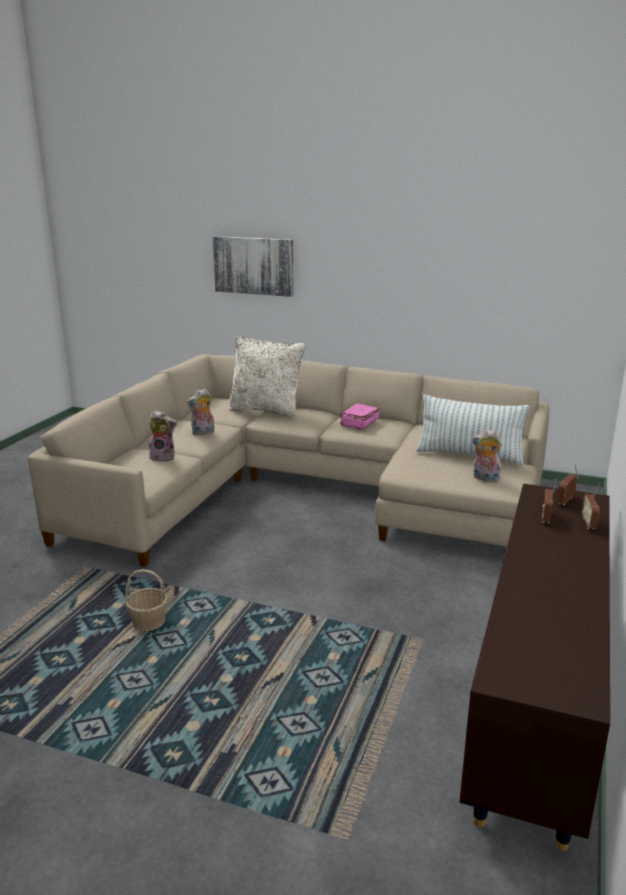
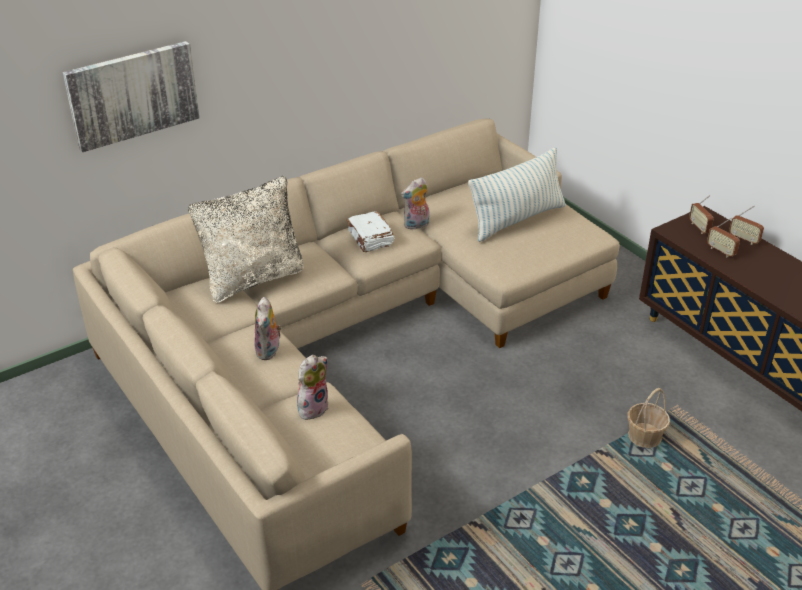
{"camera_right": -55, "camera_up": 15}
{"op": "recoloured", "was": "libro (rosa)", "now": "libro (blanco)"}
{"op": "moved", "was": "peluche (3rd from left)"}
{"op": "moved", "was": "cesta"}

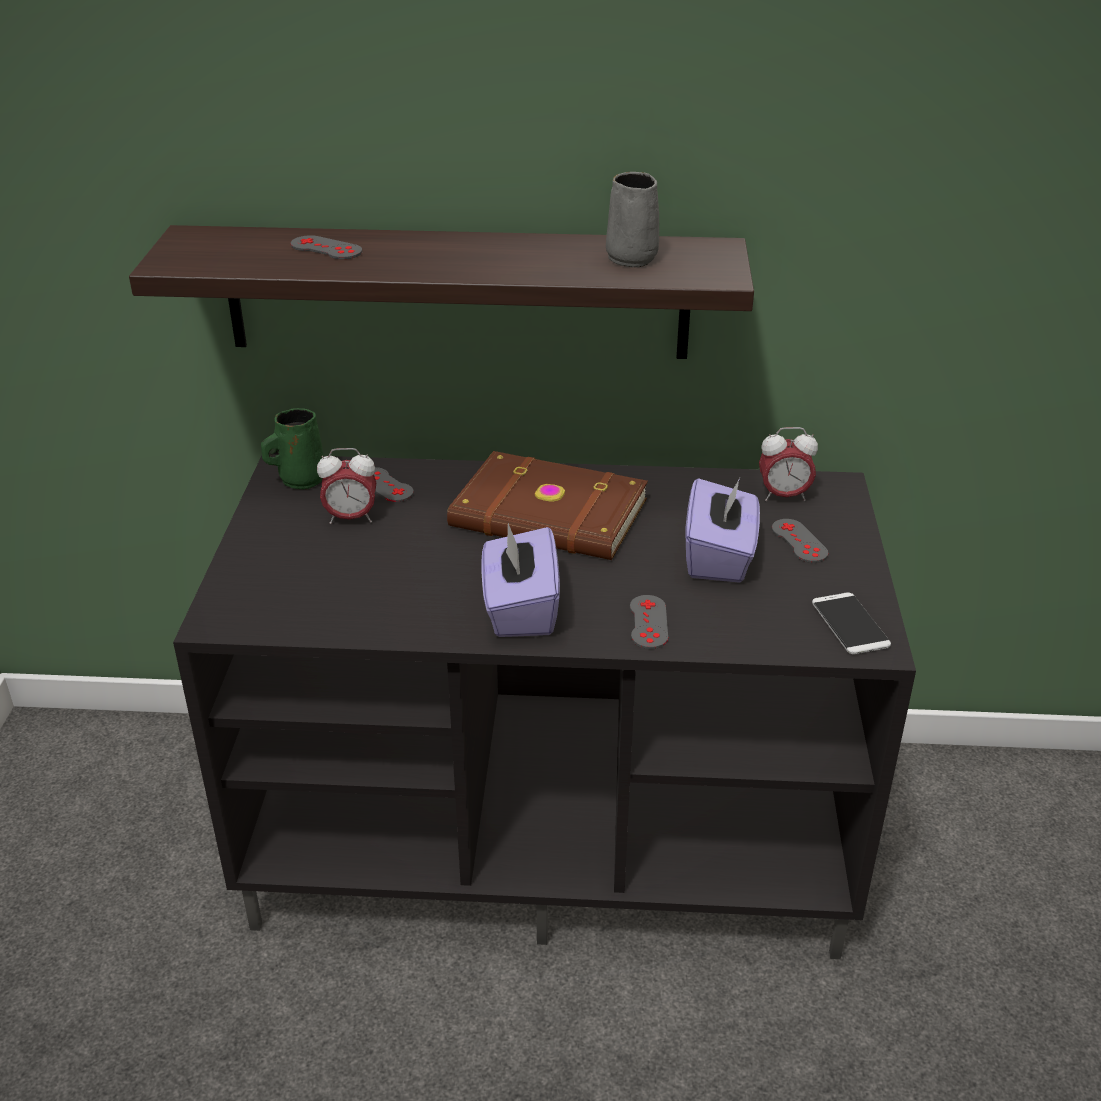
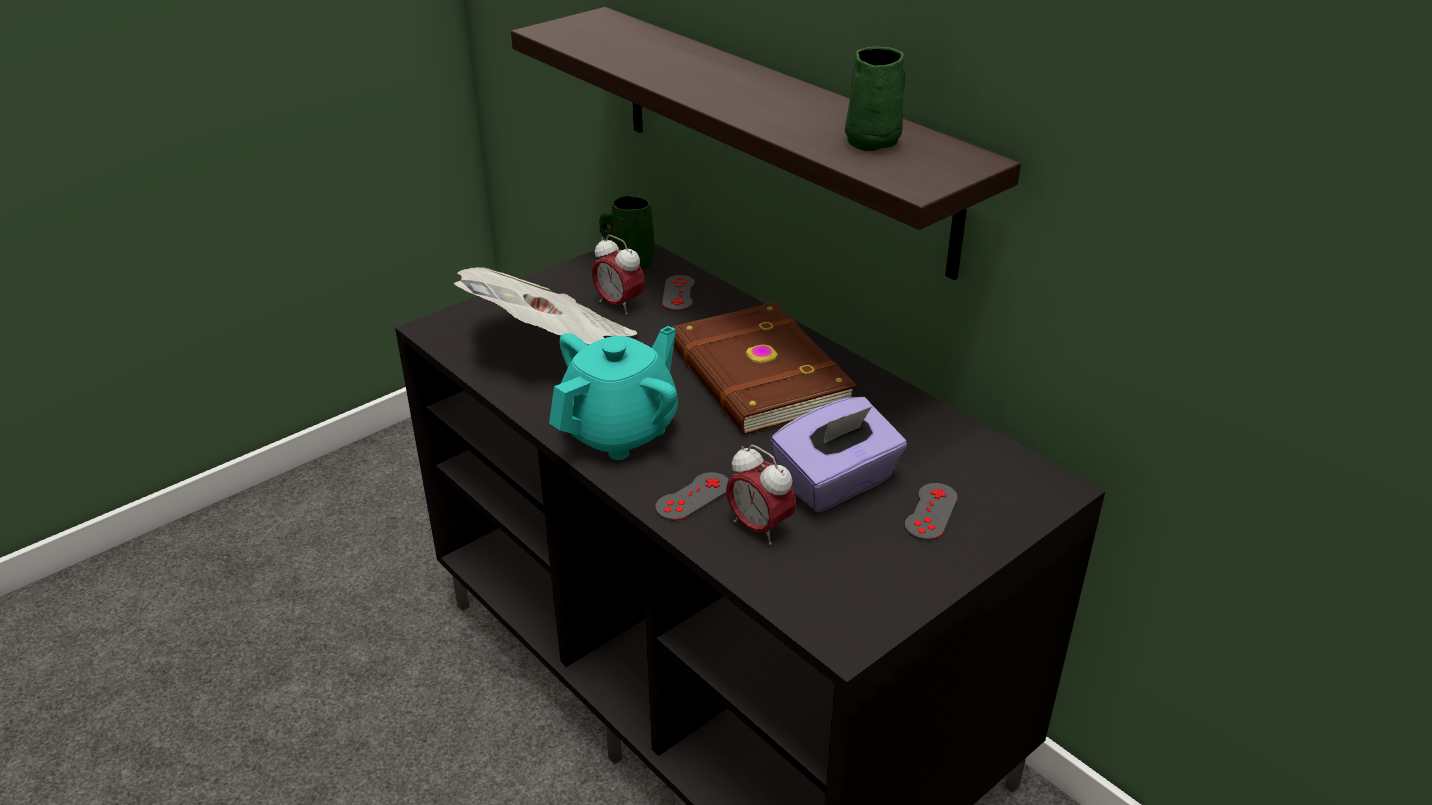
{"camera_right": 45, "camera_up": 0}
{"op": "recoloured", "was": "taza grande (gris)", "now": "taza grande (verde) (2nd from left)"}
{"op": "removed", "was": "mando de consola (gris) (1st from left)"}
{"op": "moved", "was": "despertador (2nd from left)"}
{"op": "replaced", "was": "caja de pañuelos (morado) (1st from left)", "now": "tetera (turquesa)"}
{"op": "removed", "was": "móvil"}
{"op": "added", "now": "periódico"}

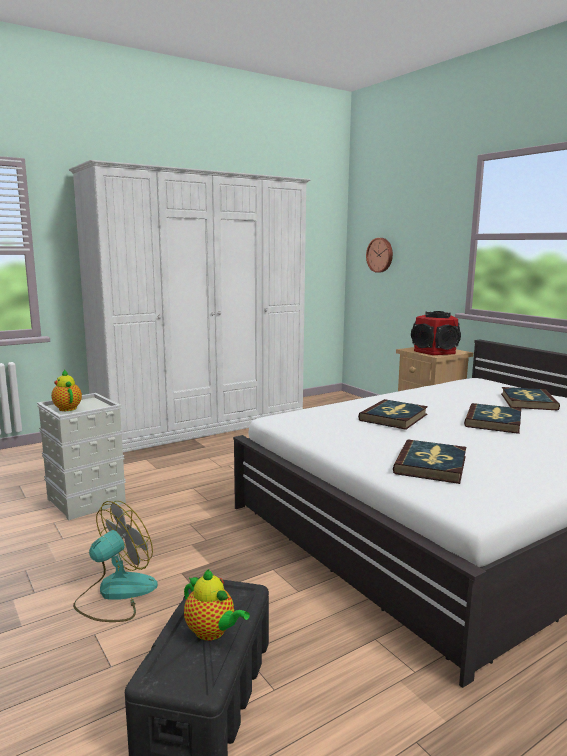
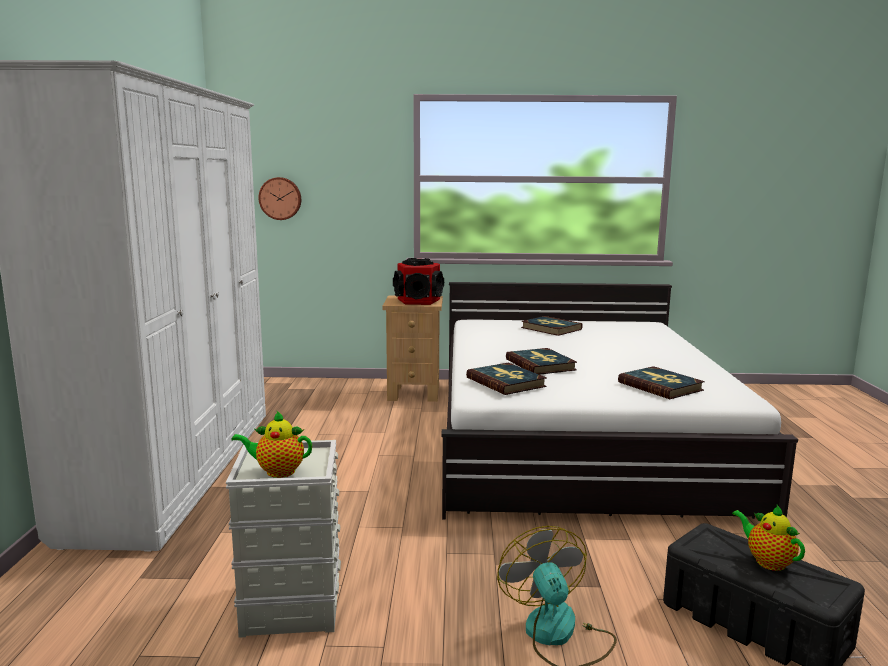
{"camera_right": -55, "camera_up": 0}
{"op": "moved", "was": "libro (3rd from left in the first image)", "now": "libro (1st from left)"}
{"op": "turned", "was": "tetera (2nd from left)", "clockwise": -105}

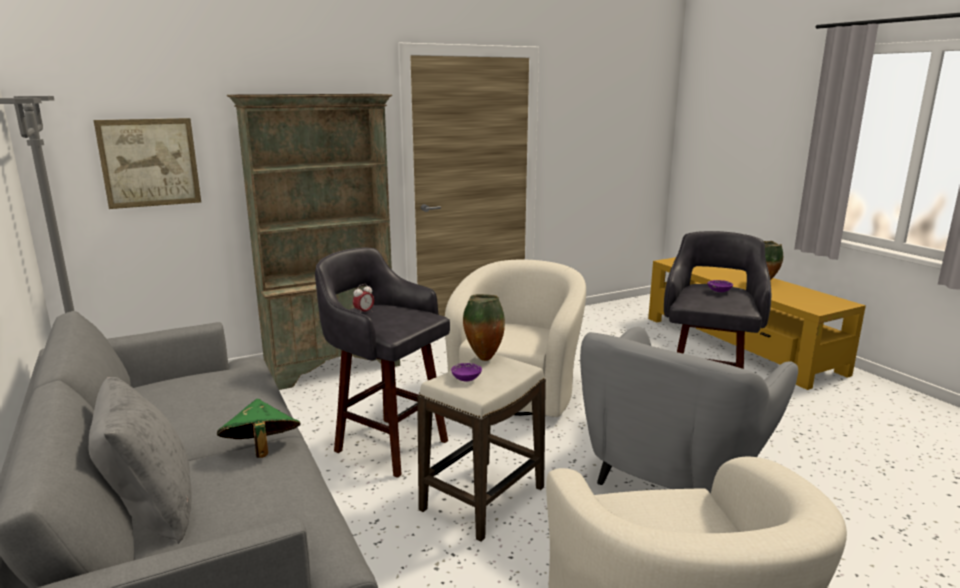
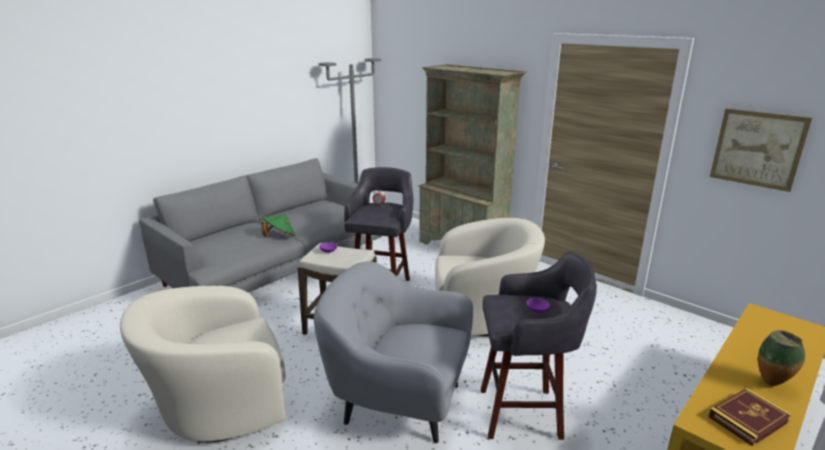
{"camera_right": 70, "camera_up": 5}
{"op": "moved", "was": "cuadro"}
{"op": "removed", "was": "florero (1st from left)"}
{"op": "removed", "was": "cojín (gris)"}
{"op": "added", "now": "libro"}

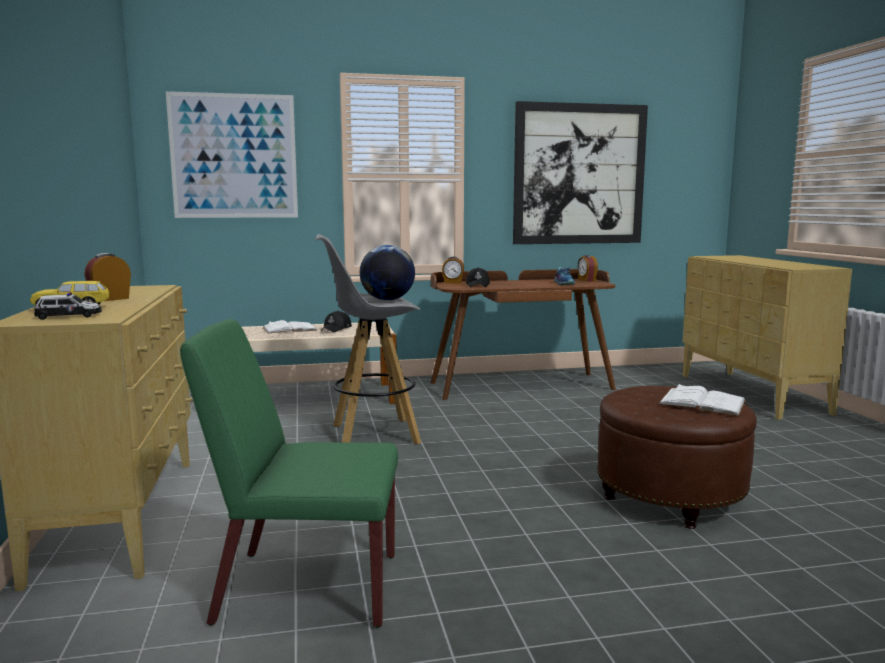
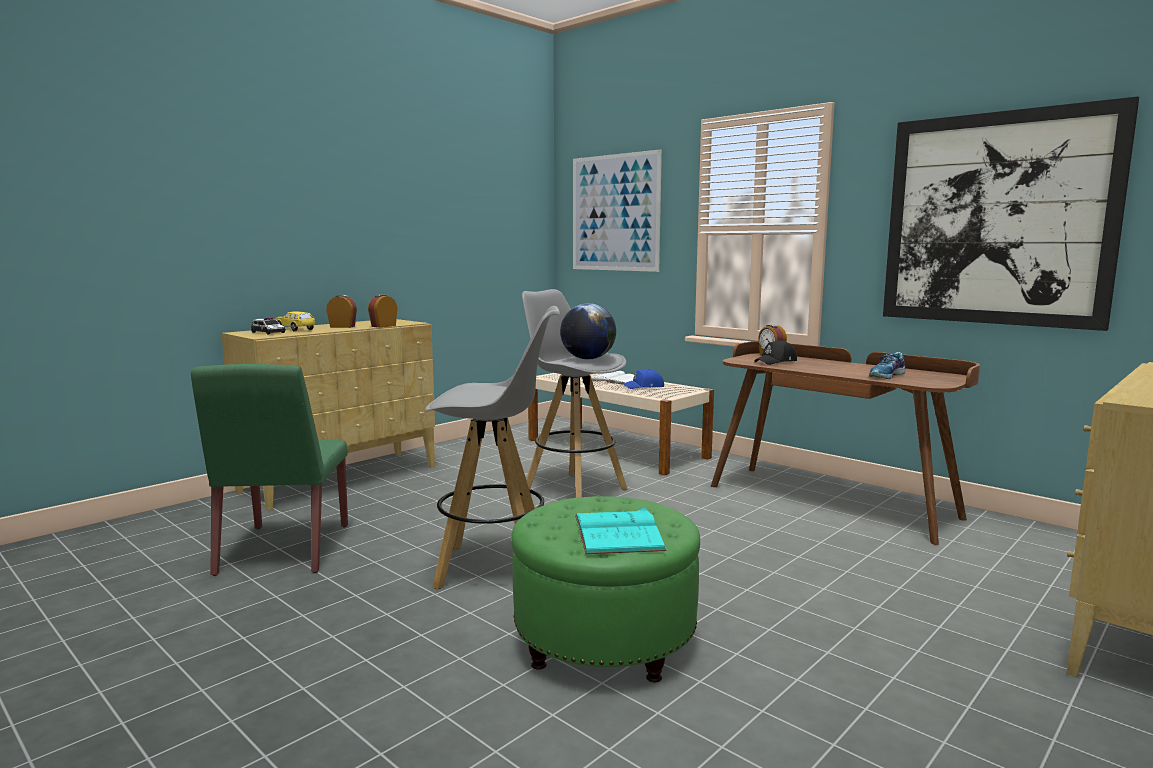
{"camera_right": 55, "camera_up": 0}
{"op": "moved", "was": "despertador (3rd from left in the first image)", "now": "despertador (2nd from left)"}
{"op": "recoloured", "was": "gorra (negro) (1st from left)", "now": "gorra (azul)"}
{"op": "turned", "was": "silla (verde)", "clockwise": -150}
{"op": "recoloured", "was": "libro (blanco) (2nd from left)", "now": "libro (turquesa)"}
{"op": "recoloured", "was": "puf (marrón)", "now": "puf (verde)"}
{"op": "added", "now": "taburete (gris) (1st from left)"}

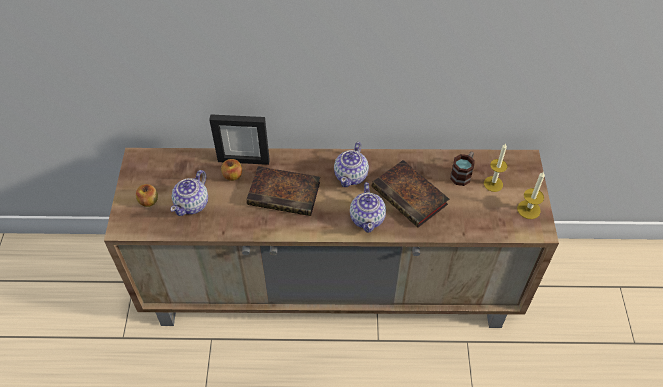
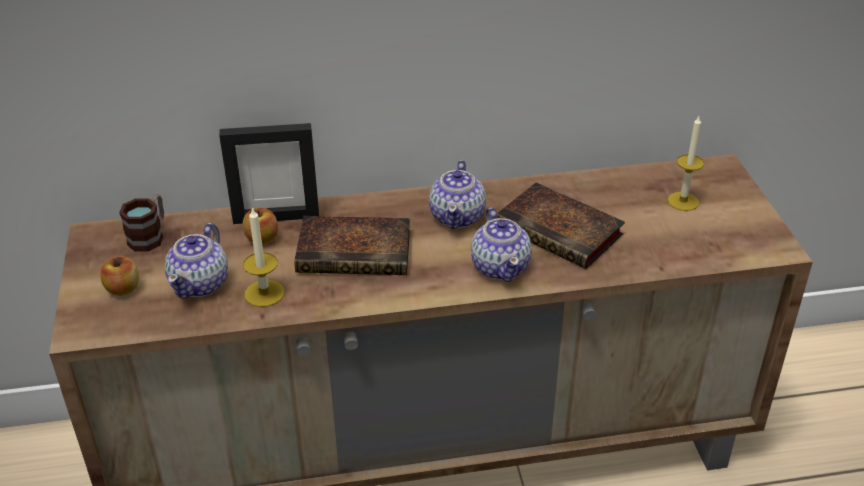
{"camera_right": -10, "camera_up": -15}
{"op": "moved", "was": "taza grande"}
{"op": "moved", "was": "vela (2nd from left in the first image)", "now": "vela (1st from left)"}

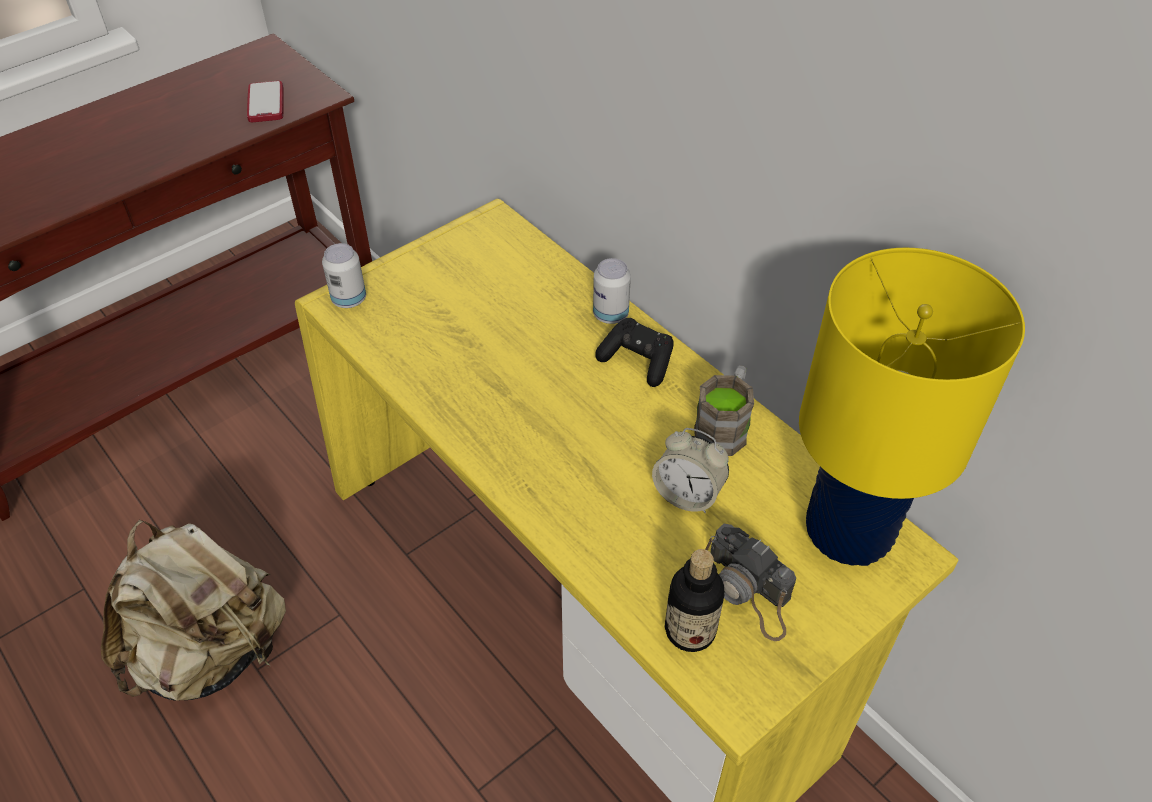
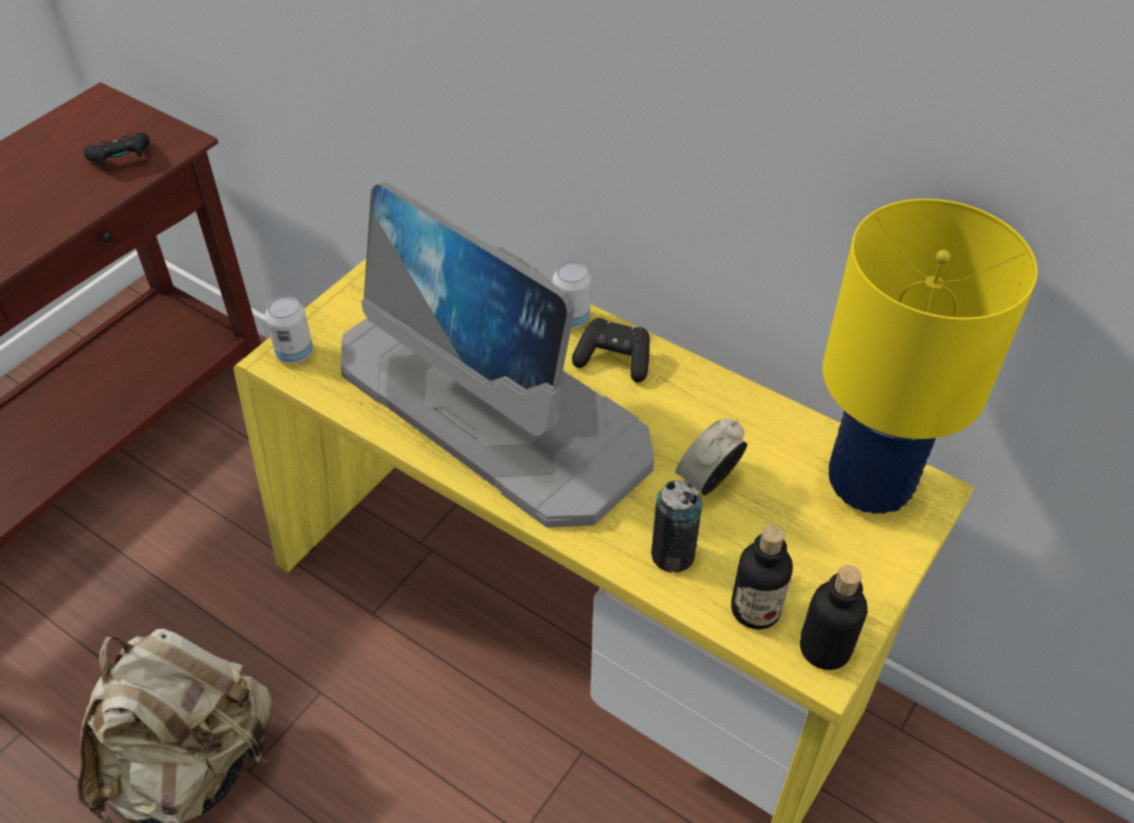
{"camera_right": -15, "camera_up": 0}
{"op": "replaced", "was": "móvil", "now": "mando de consola (negro) (1st from left)"}
{"op": "removed", "was": "taza grande (marrón)"}
{"op": "turned", "was": "despertador", "clockwise": 120}
{"op": "removed", "was": "cámara"}
{"op": "added", "now": "monitor"}
{"op": "added", "now": "lata (3rd from left)"}
{"op": "added", "now": "botella (2nd from left)"}

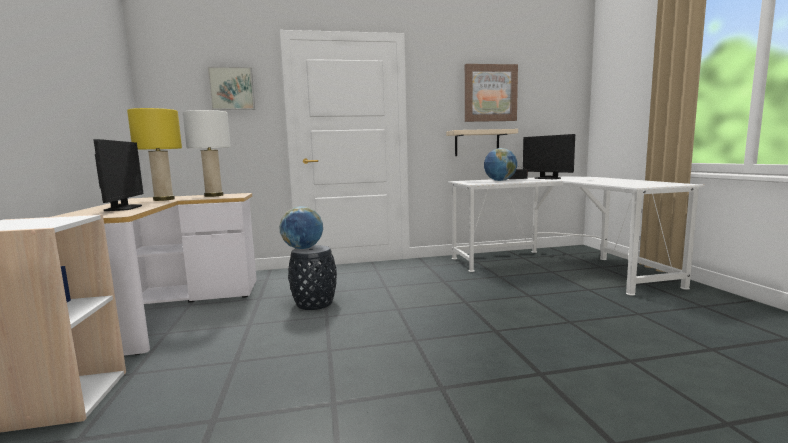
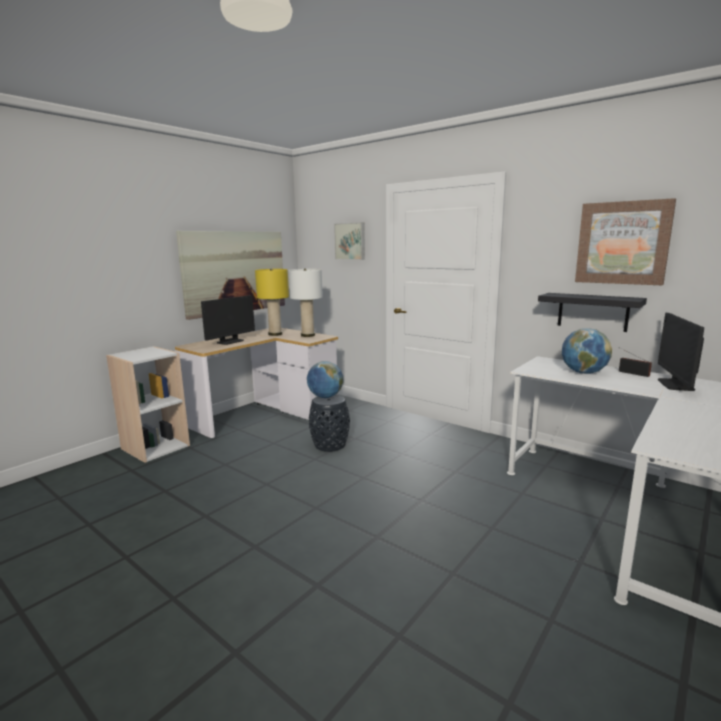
{"camera_right": 50, "camera_up": 5}
{"op": "recoloured", "was": "estante (beis)", "now": "estante (negro)"}
{"op": "added", "now": "cuadro (1st from left)"}

